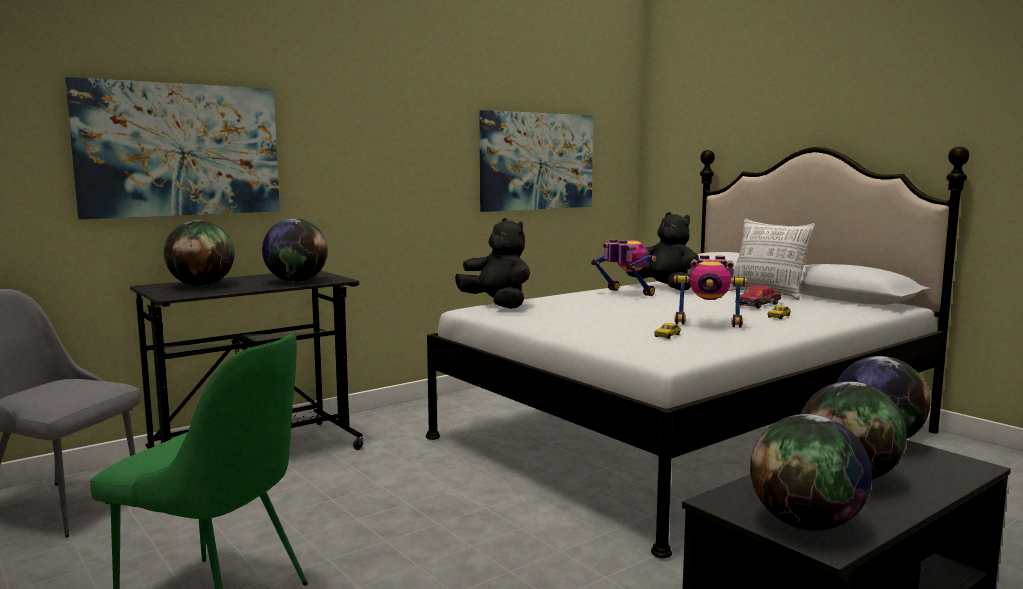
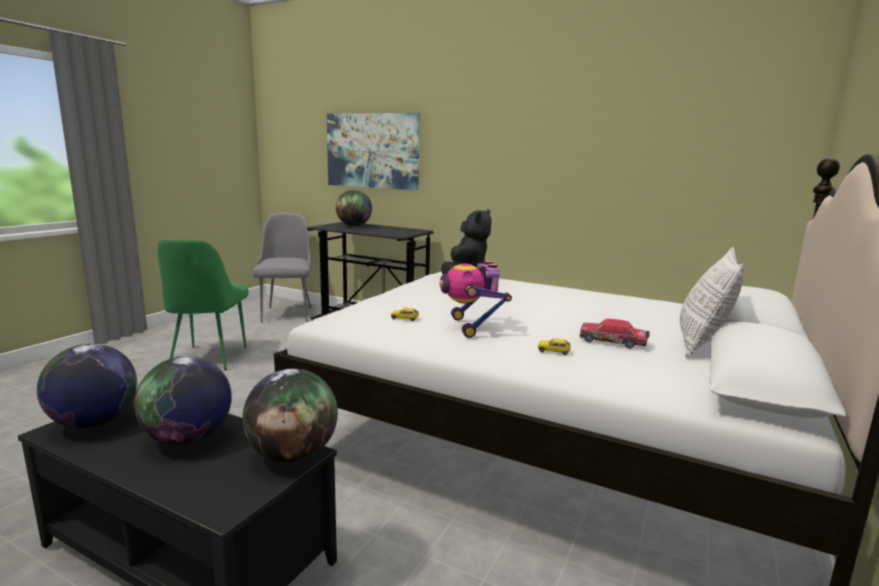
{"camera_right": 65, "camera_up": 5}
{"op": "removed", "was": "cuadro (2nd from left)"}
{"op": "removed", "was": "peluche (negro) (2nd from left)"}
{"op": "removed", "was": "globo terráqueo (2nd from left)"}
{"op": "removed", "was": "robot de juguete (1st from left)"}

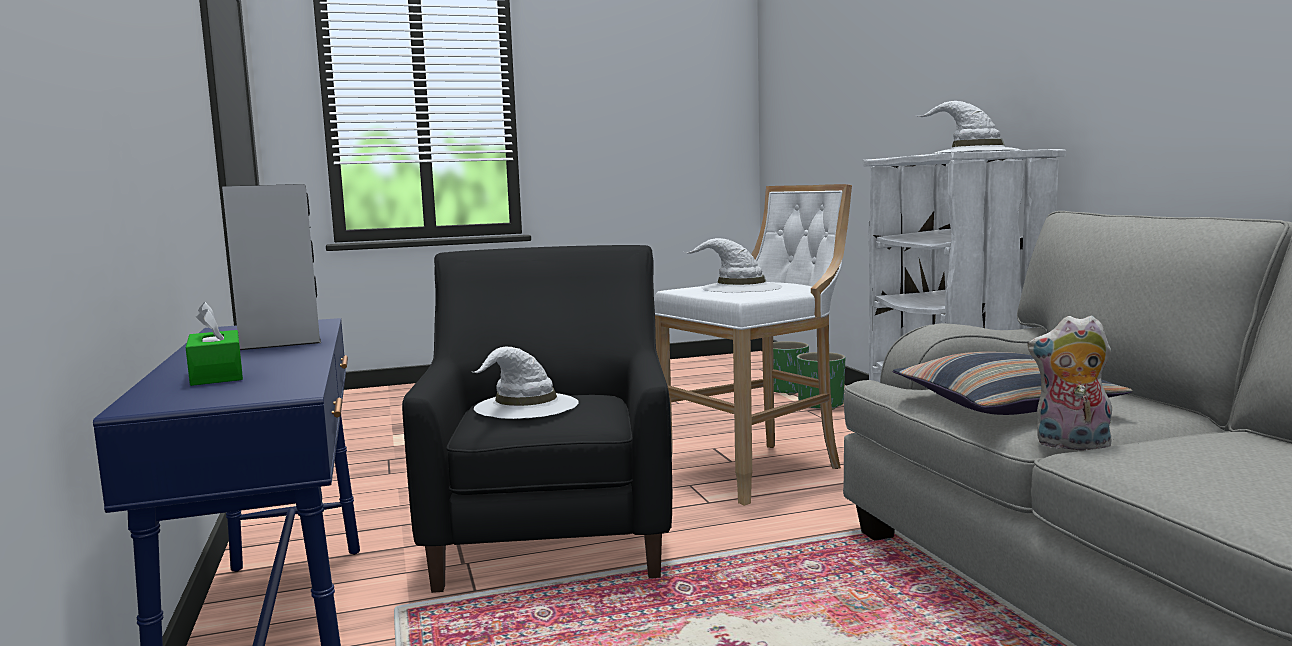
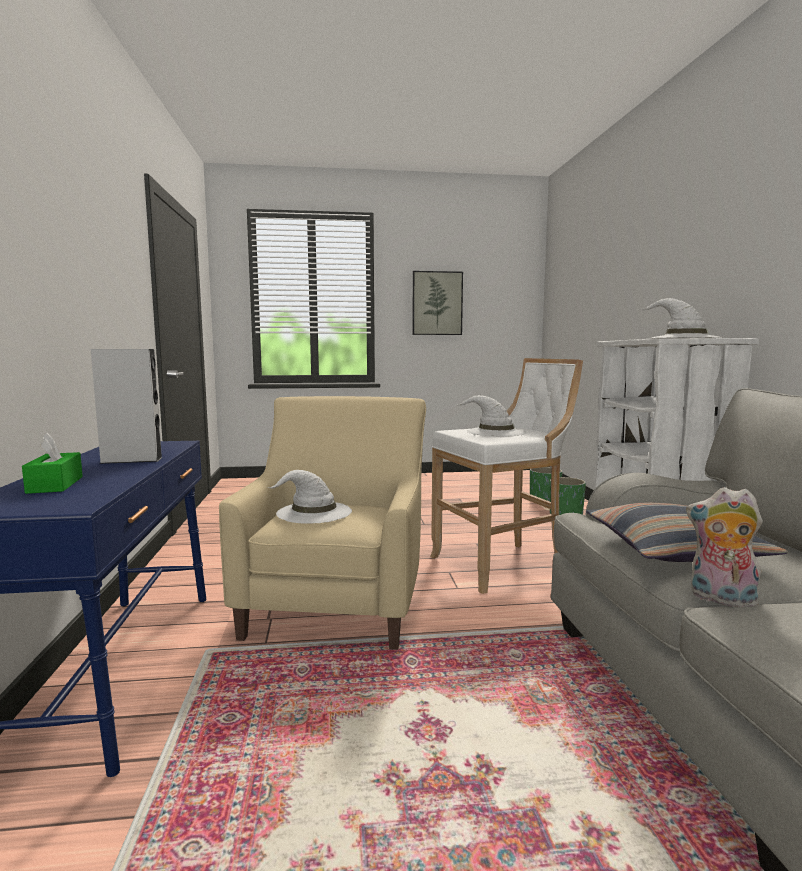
{"camera_right": 10, "camera_up": 0}
{"op": "recoloured", "was": "sillón (negro)", "now": "sillón (beis)"}
{"op": "added", "now": "cuadro"}

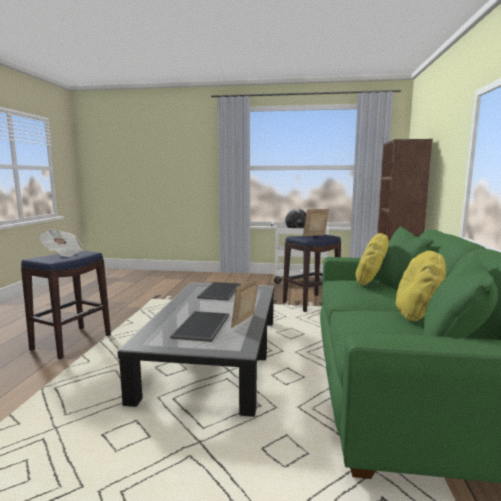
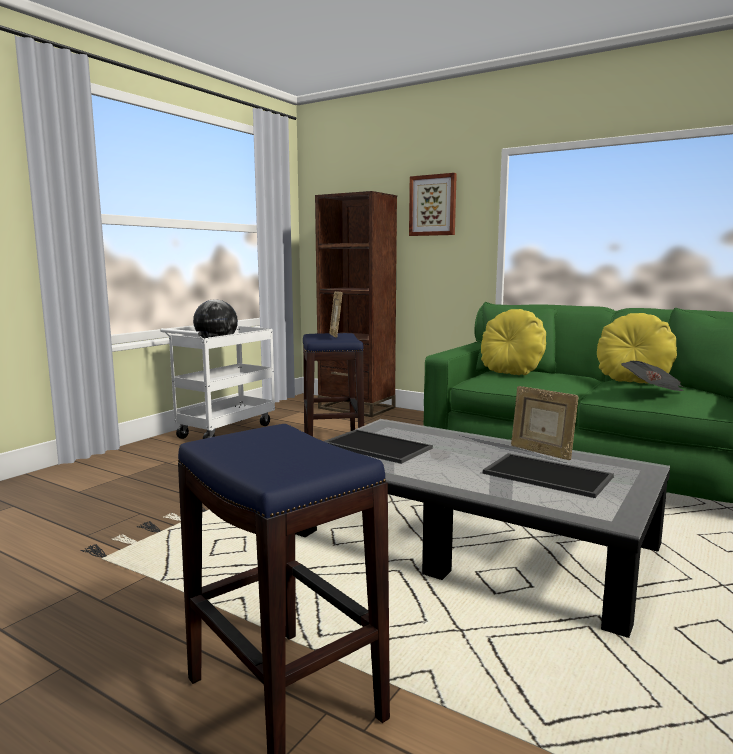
{"camera_right": -65, "camera_up": 0}
{"op": "moved", "was": "periódico"}
{"op": "added", "now": "cuadro"}

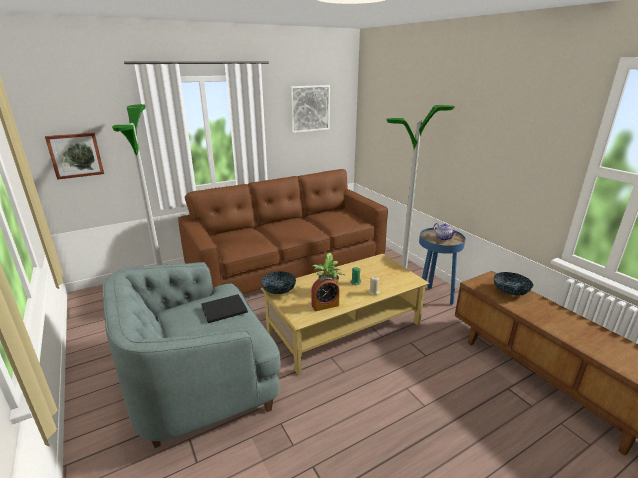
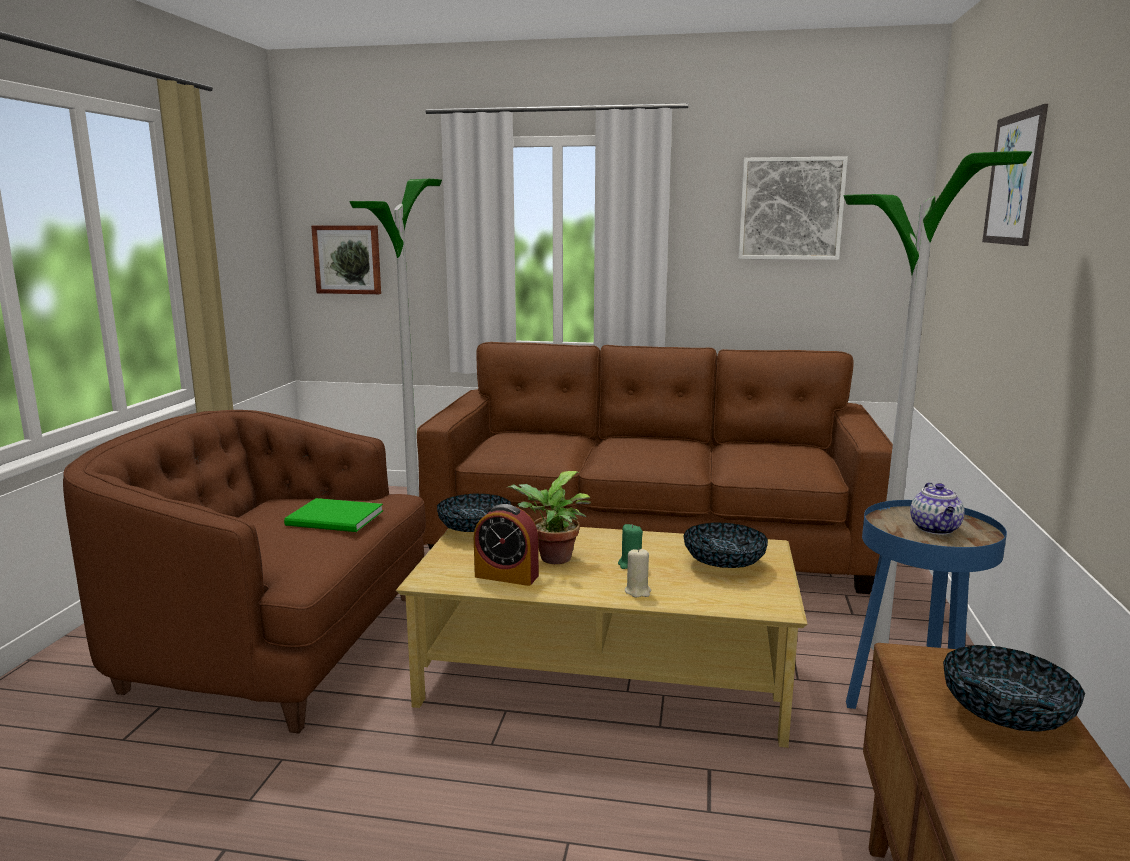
{"camera_right": 40, "camera_up": -10}
{"op": "recoloured", "was": "sillón (gris)", "now": "sillón (marrón)"}
{"op": "recoloured", "was": "libro (negro)", "now": "libro (verde)"}
{"op": "added", "now": "cuadro (3rd from left)"}
{"op": "added", "now": "cuenco (2nd from left)"}

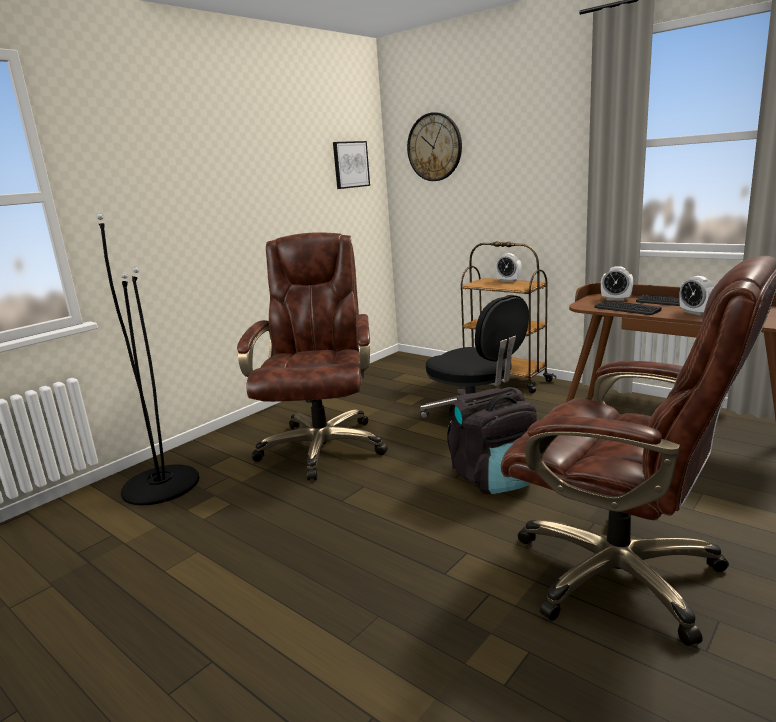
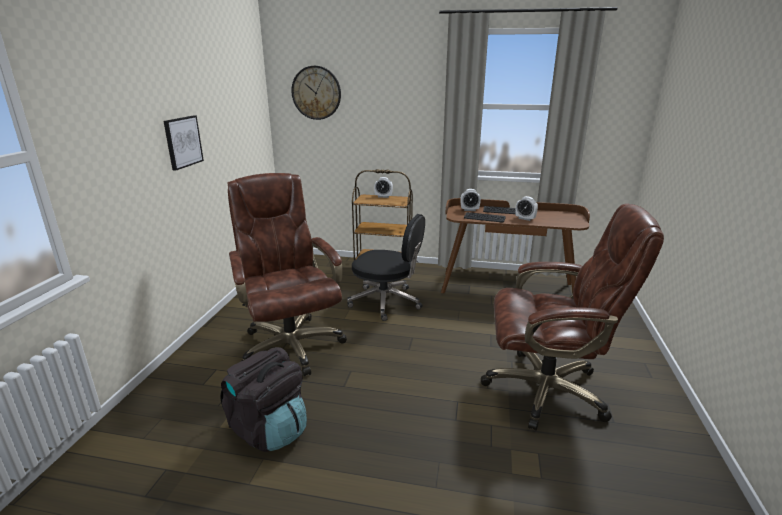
{"camera_right": -30, "camera_up": 5}
{"op": "moved", "was": "cuadro"}
{"op": "removed", "was": "lámpara de pie (negro)"}
{"op": "moved", "was": "mochila (negro)"}

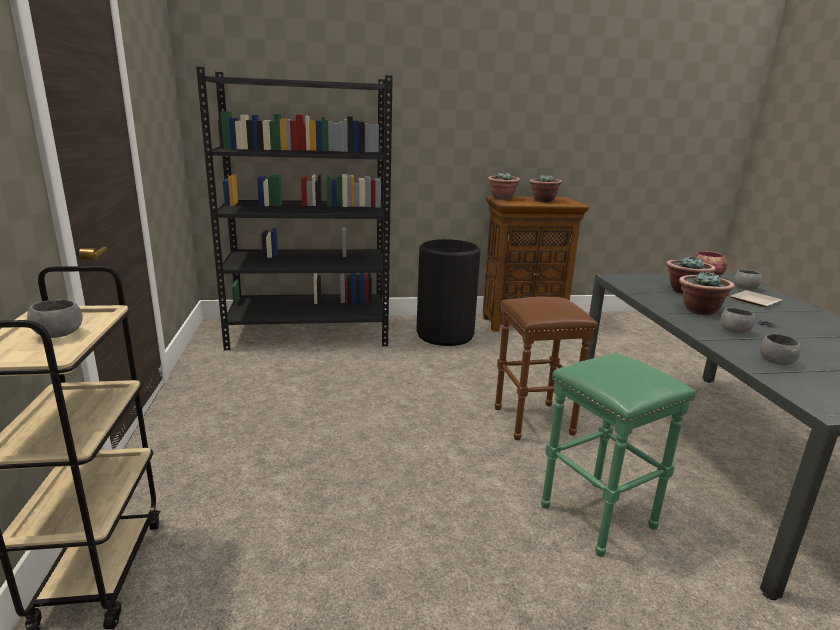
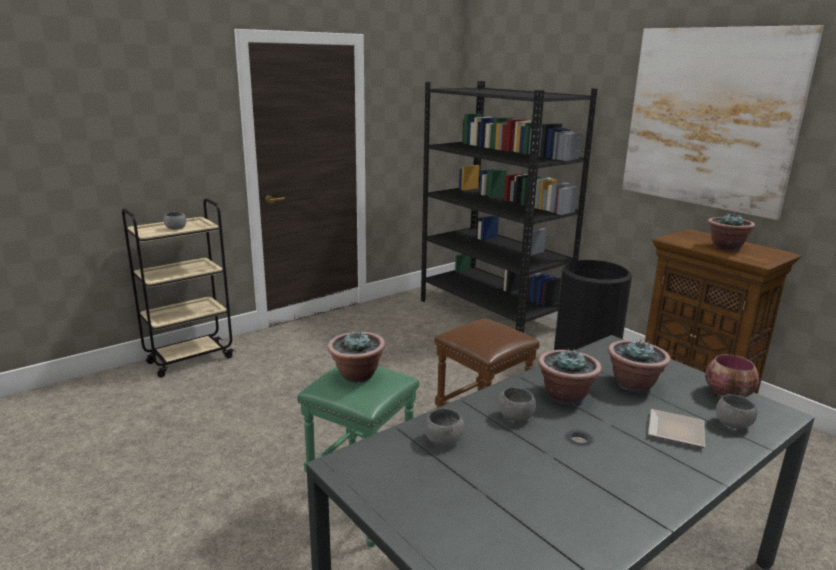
{"camera_right": 60, "camera_up": 0}
{"op": "moved", "was": "planta en maceta (1st from left)"}
{"op": "added", "now": "cuadro"}

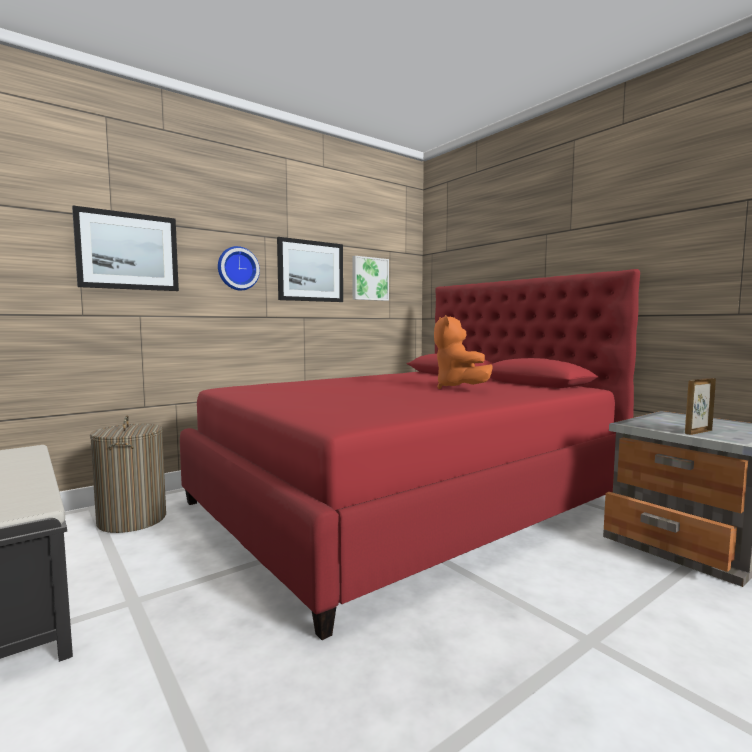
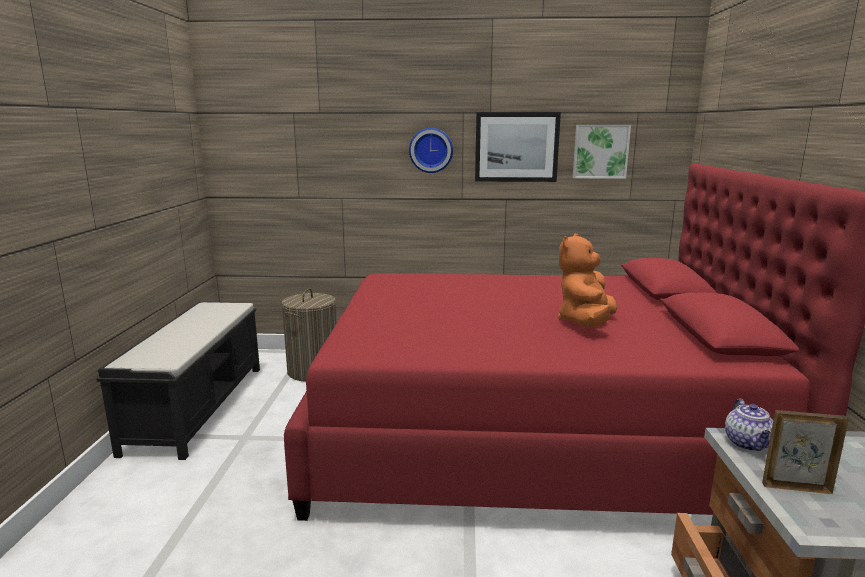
{"camera_right": 40, "camera_up": 10}
{"op": "removed", "was": "cuadro (1st from left)"}
{"op": "added", "now": "tetera"}

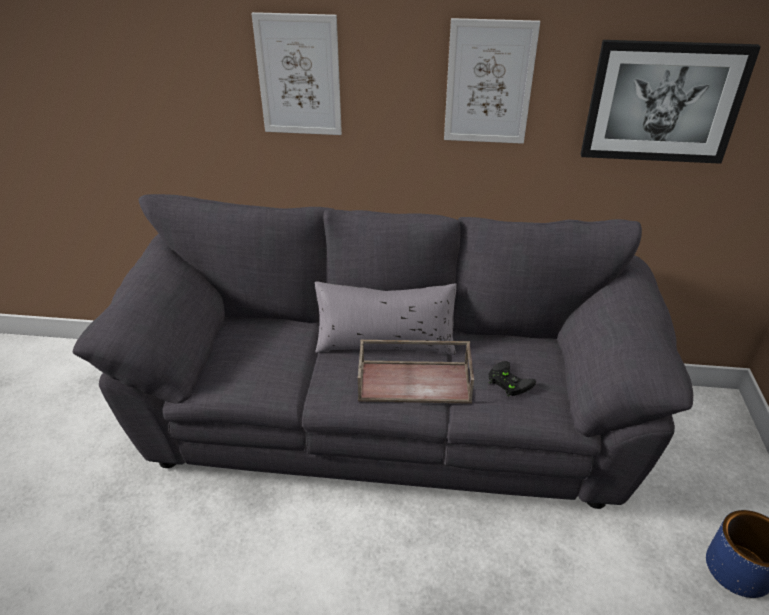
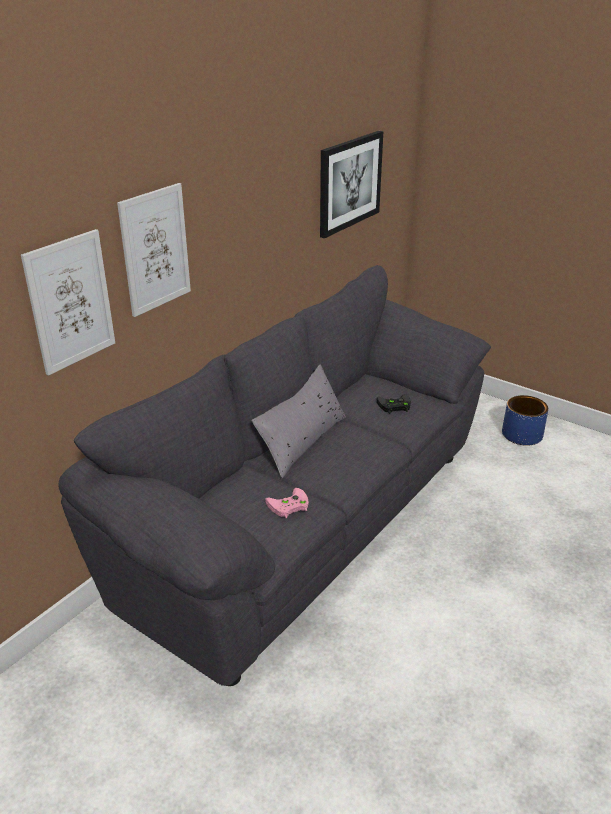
{"camera_right": -60, "camera_up": -5}
{"op": "moved", "was": "cuadro (2nd from left in the first image)", "now": "cuadro (1st from left)"}
{"op": "removed", "was": "bandeja (marrón)"}
{"op": "added", "now": "mando de consola (rosa)"}

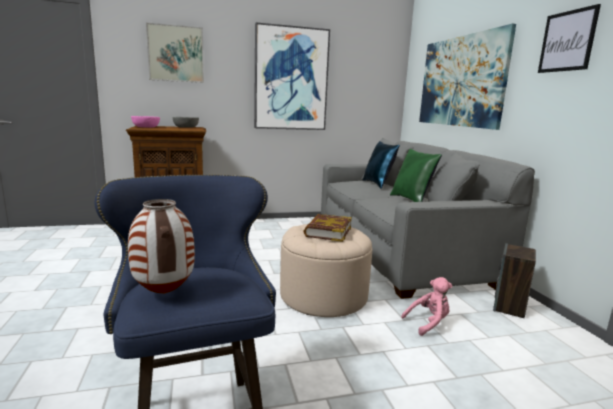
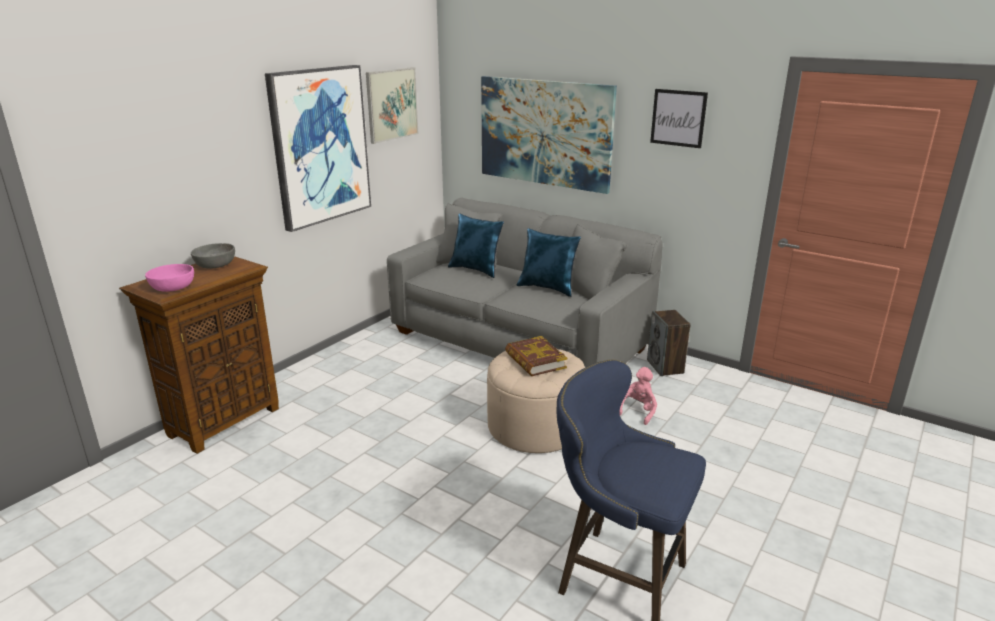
{"camera_right": -40, "camera_up": 10}
{"op": "moved", "was": "cuadro (1st from left in the first image)", "now": "cuadro (2nd from left)"}
{"op": "recoloured", "was": "cojín (verde)", "now": "cojín (azul) (2nd from left)"}
{"op": "removed", "was": "florero"}

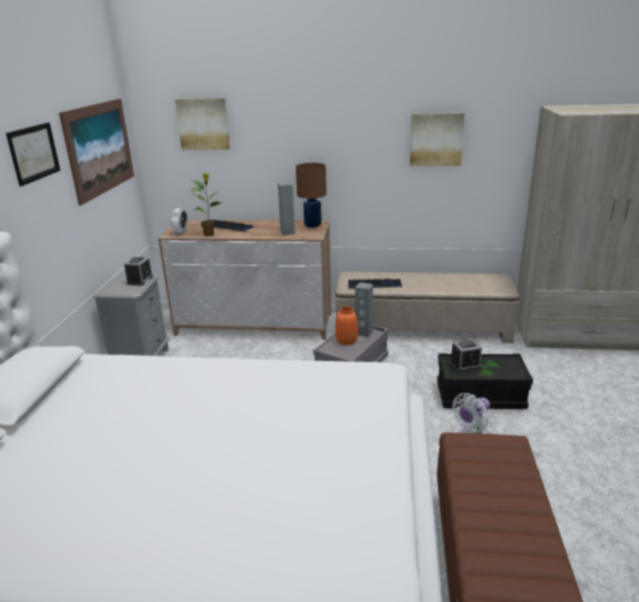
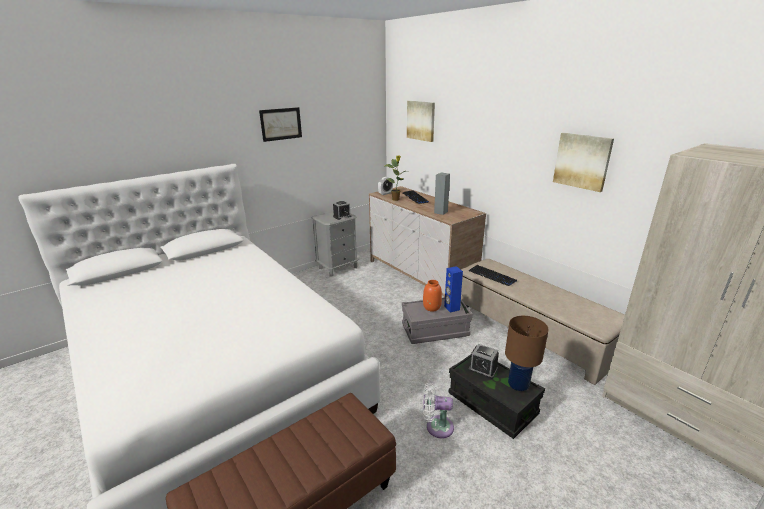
{"camera_right": 45, "camera_up": 0}
{"op": "removed", "was": "cuadro (2nd from left)"}
{"op": "moved", "was": "lámpara de mesa (marrón)"}
{"op": "recoloured", "was": "altavoz (gris) (2nd from left)", "now": "altavoz (azul)"}

